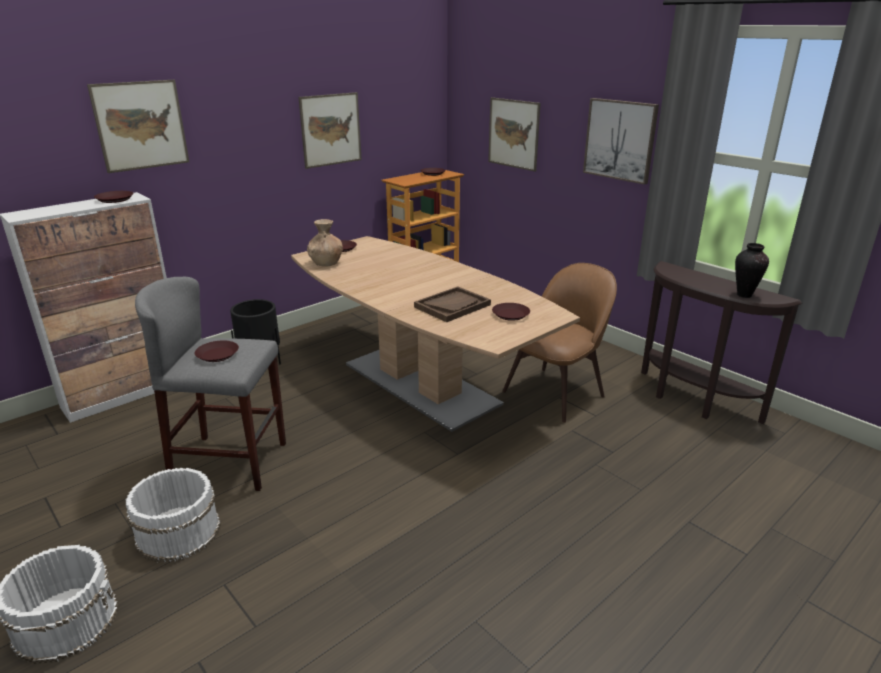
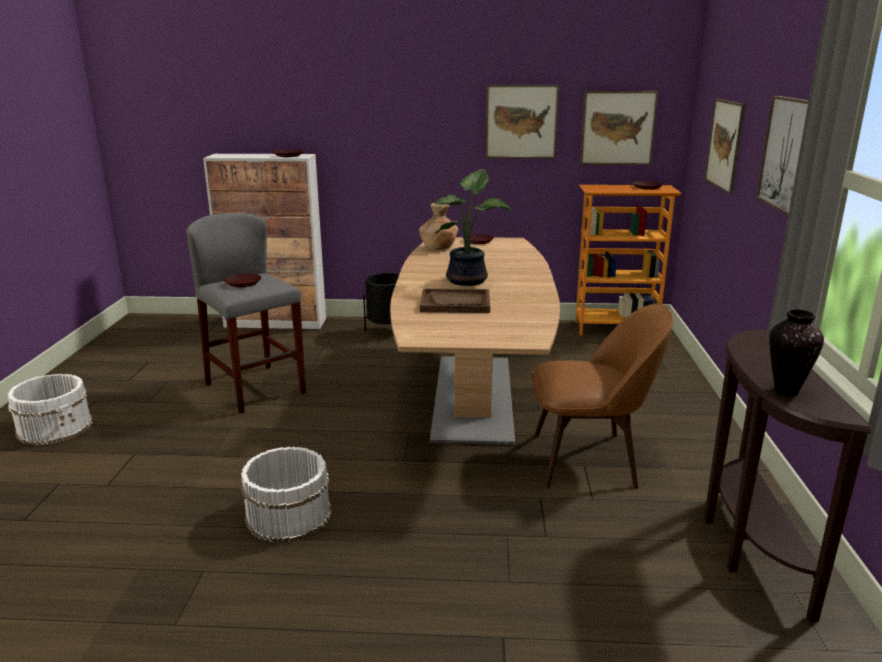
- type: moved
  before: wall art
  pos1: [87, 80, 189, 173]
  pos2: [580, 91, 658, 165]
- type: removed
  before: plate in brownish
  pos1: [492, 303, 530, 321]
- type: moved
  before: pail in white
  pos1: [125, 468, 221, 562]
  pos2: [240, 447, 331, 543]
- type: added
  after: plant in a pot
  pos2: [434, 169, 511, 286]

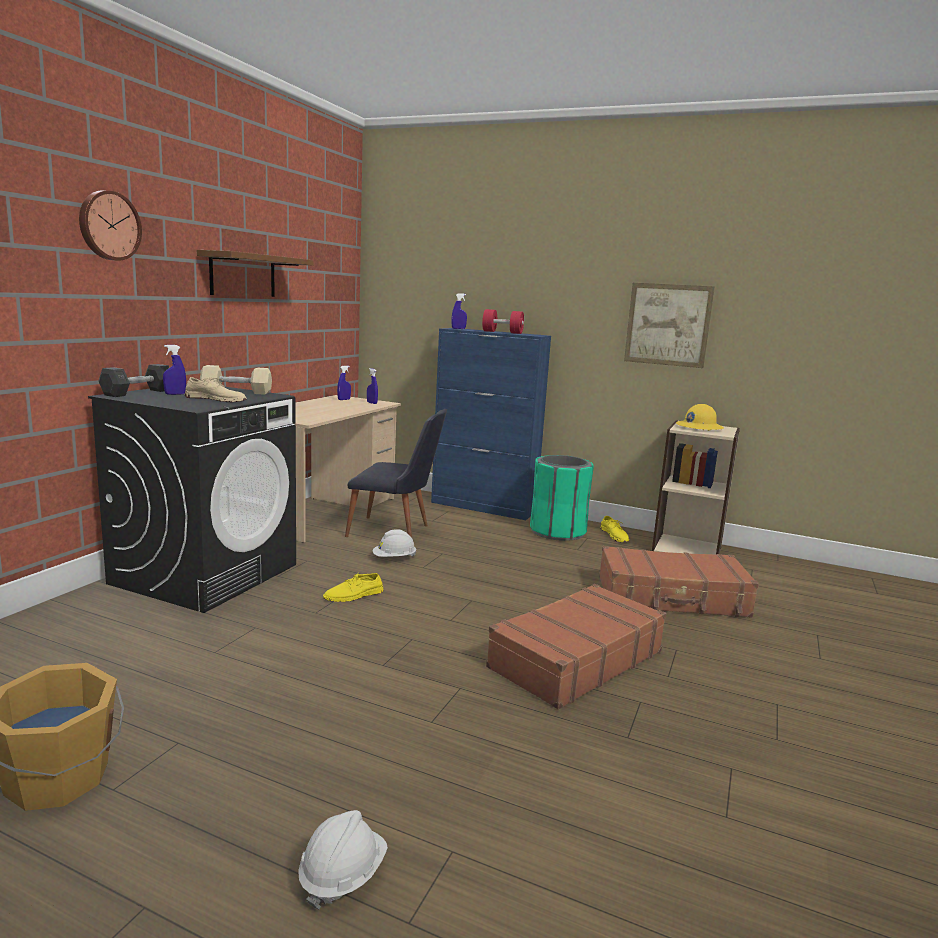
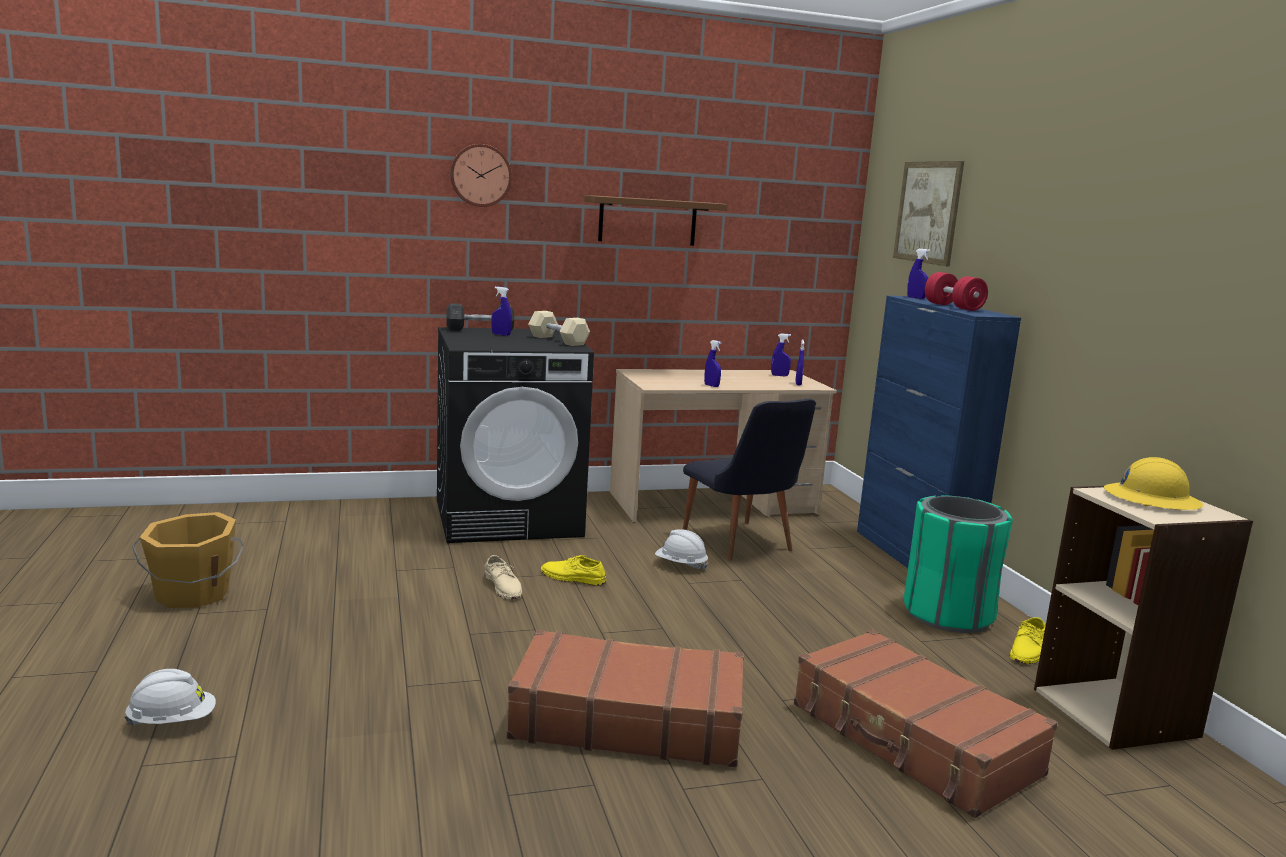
- type: moved
  before: wall art
  pos1: [624, 283, 715, 368]
  pos2: [893, 161, 964, 267]
- type: moved
  before: item of footwear in beige-coloured
  pos1: [185, 377, 247, 402]
  pos2: [484, 555, 522, 599]
- type: added
  after: sprayer in blue-coloured
  pos2: [704, 340, 722, 387]

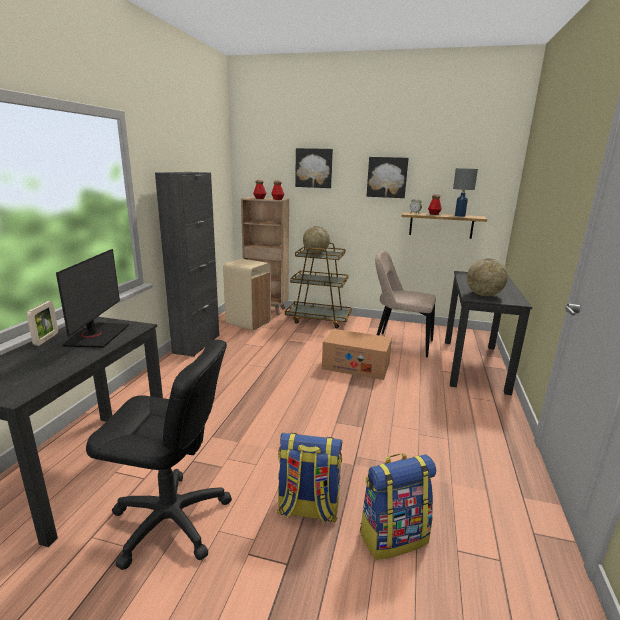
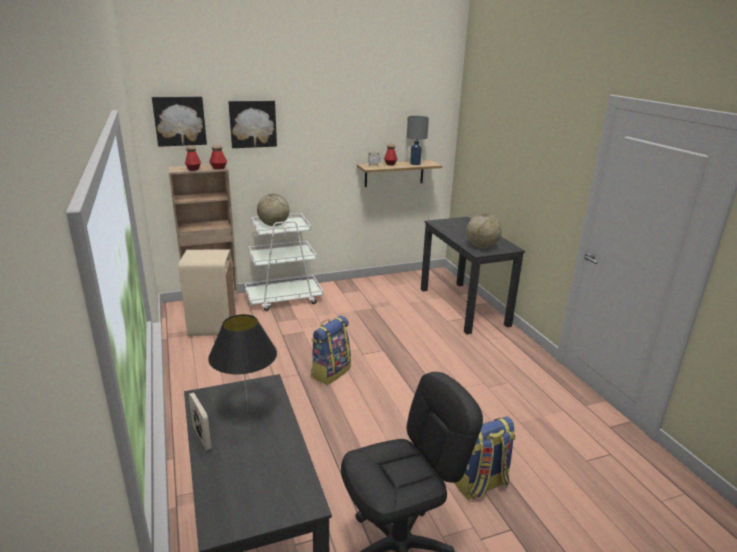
- type: moved
  before: wall art
  pos1: [367, 157, 409, 198]
  pos2: [152, 96, 207, 147]
- type: removed
  before: storage cabinet in blackish
  pos1: [155, 172, 219, 357]
- type: recoloured
  before: cart in brownish
  after: cart in white
  pos1: [285, 242, 352, 328]
  pos2: [245, 213, 323, 311]
- type: replaced
  before: computer screen
  after: lamp for a table in blackish
  pos1: [56, 249, 129, 348]
  pos2: [208, 314, 277, 412]
- type: removed
  before: plain chair in beige-coloured
  pos1: [375, 251, 436, 357]
- type: removed
  before: cardboard box
  pos1: [322, 329, 392, 380]
- type: moved
  before: rucksack
  pos1: [360, 453, 436, 560]
  pos2: [311, 316, 351, 385]

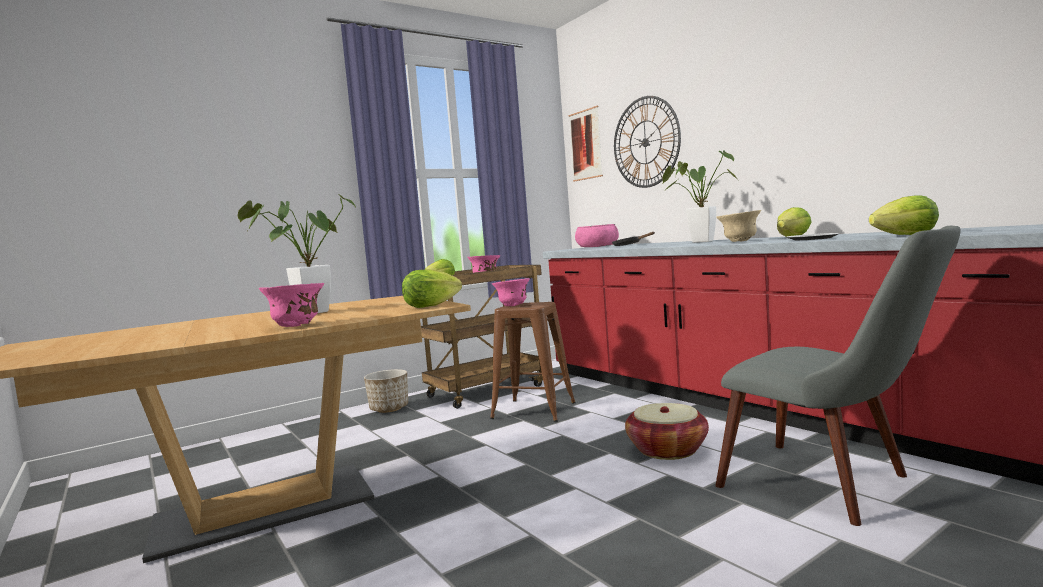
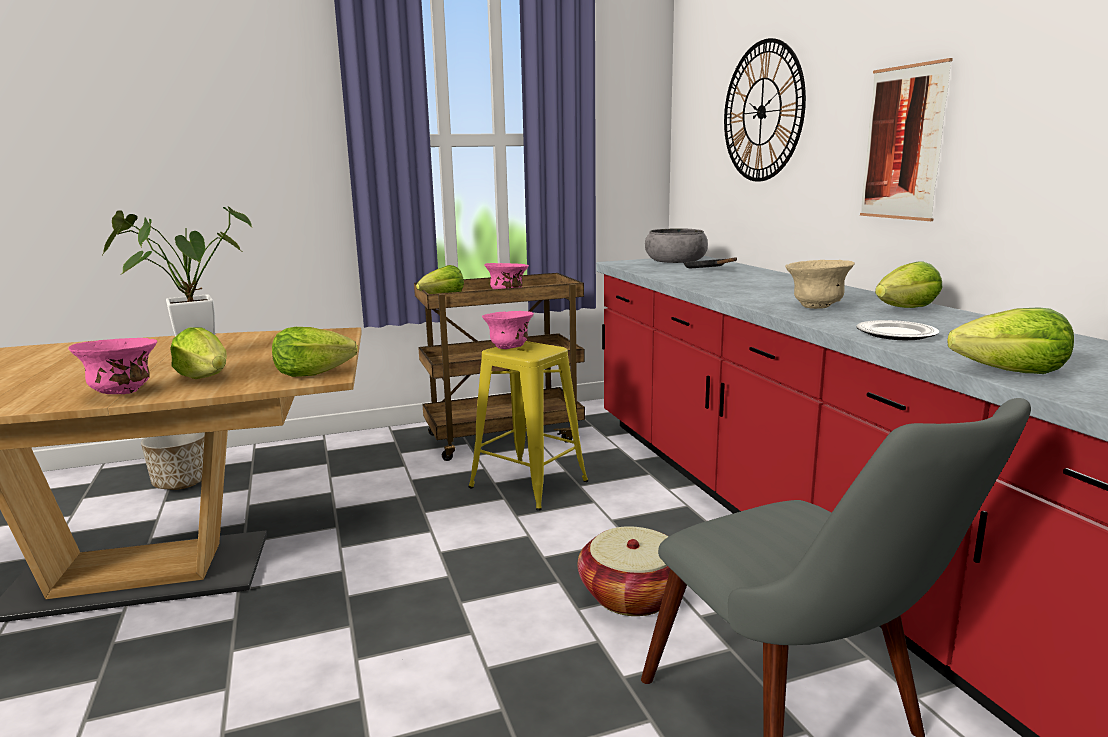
- type: moved
  before: wall art
  pos1: [568, 106, 603, 182]
  pos2: [860, 58, 953, 221]
- type: removed
  before: plant in a pot
  pos1: [663, 150, 737, 243]
- type: recoloured
  before: bowl in pinkish
  after: bowl in grey
  pos1: [575, 224, 619, 247]
  pos2: [645, 228, 708, 263]
- type: recoloured
  before: sitting stool in brownish
  after: sitting stool in yellow-coloured
  pos1: [490, 302, 576, 422]
  pos2: [468, 341, 588, 510]
- type: moved
  before: flower pot
  pos1: [364, 369, 408, 413]
  pos2: [141, 432, 205, 490]
- type: added
  after: lettuce head
  pos2: [170, 327, 227, 379]

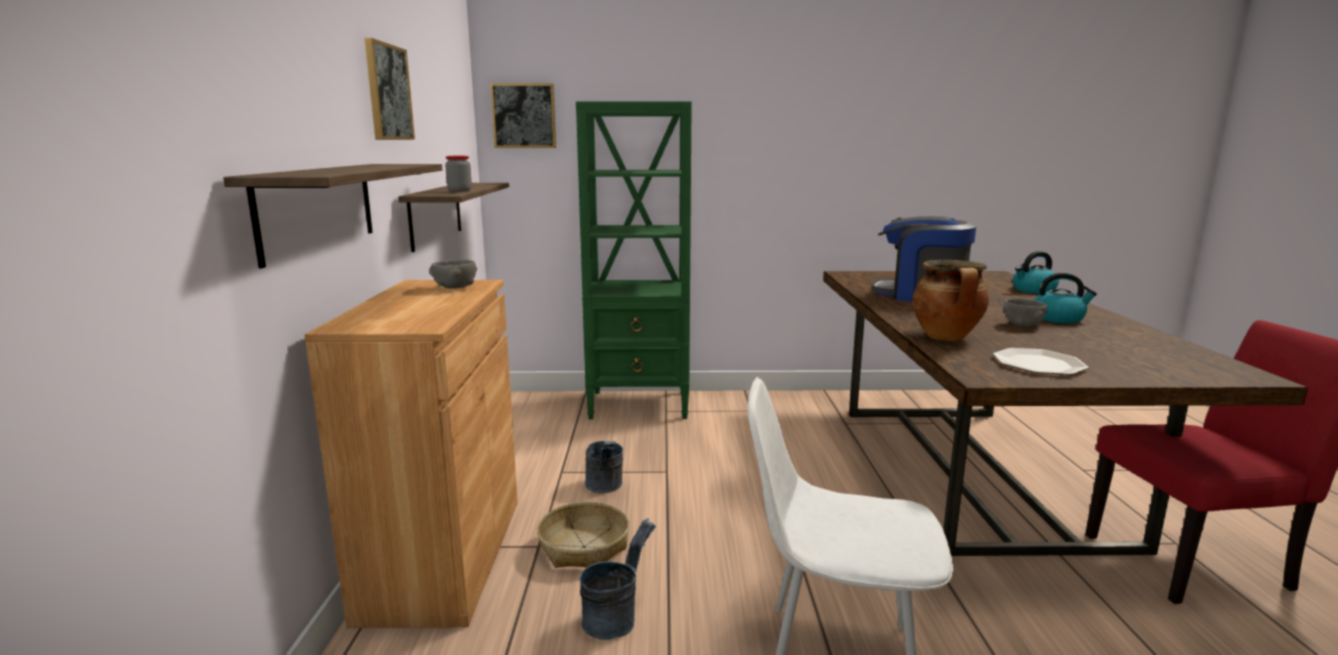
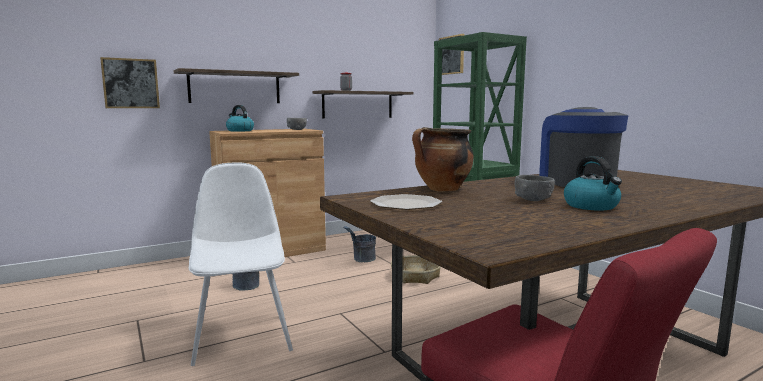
- type: moved
  before: wall art
  pos1: [365, 38, 415, 140]
  pos2: [100, 57, 160, 108]
- type: moved
  before: water kettle
  pos1: [1013, 251, 1059, 294]
  pos2: [226, 105, 254, 132]
- type: moved
  before: household basket
  pos1: [537, 502, 629, 568]
  pos2: [391, 255, 441, 284]

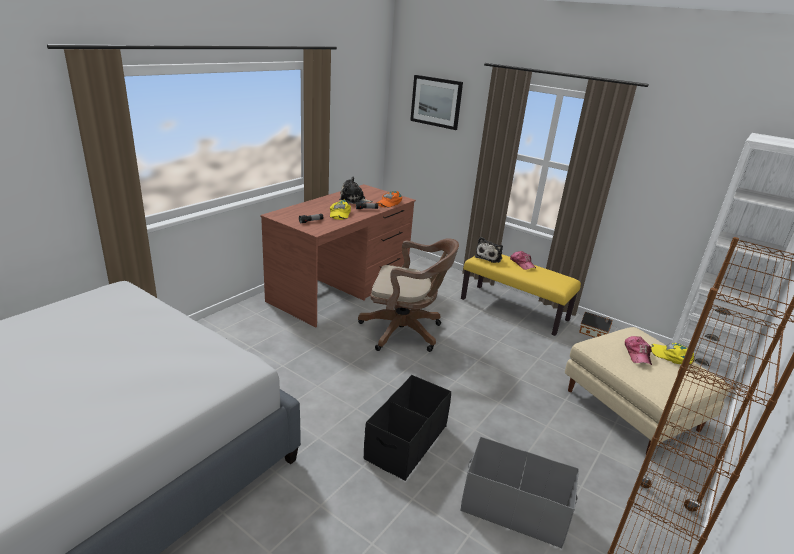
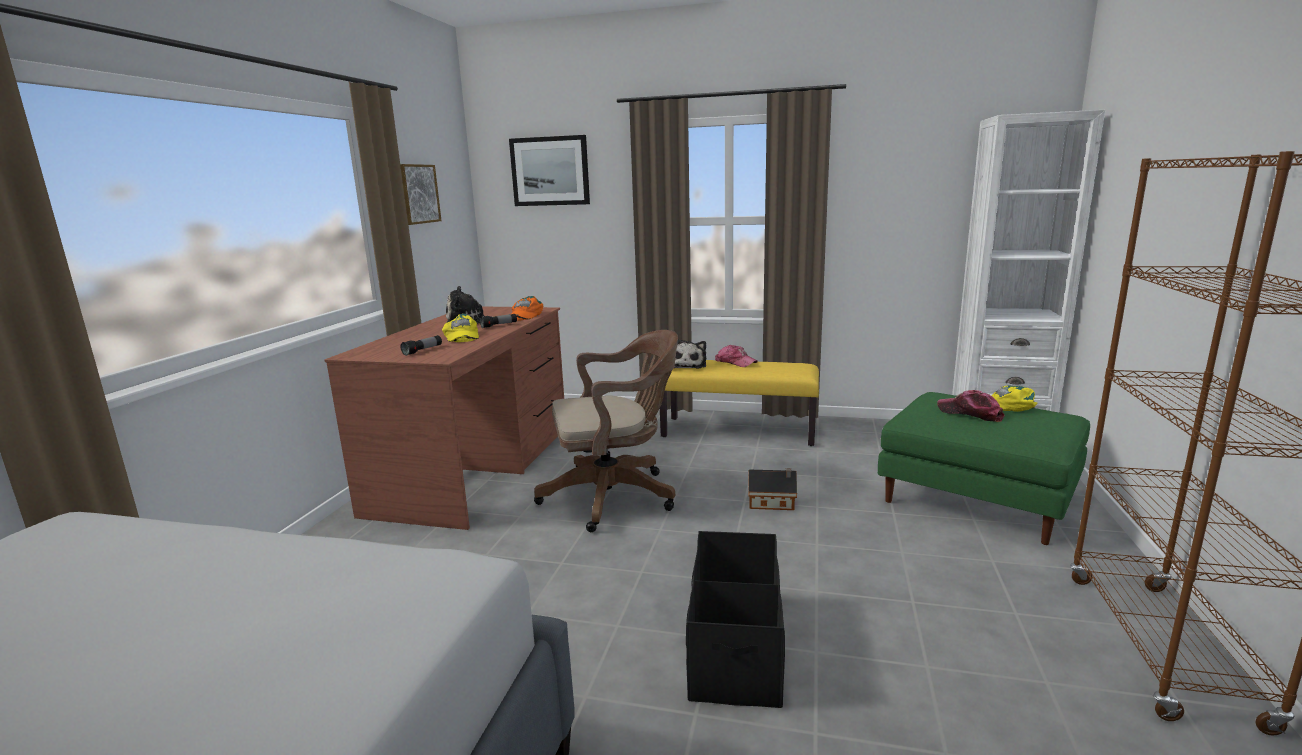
- type: moved
  before: miniature house
  pos1: [579, 312, 612, 338]
  pos2: [748, 468, 797, 510]
- type: recoloured
  before: ottoman in beige-coloured
  after: ottoman in green
  pos1: [565, 327, 730, 454]
  pos2: [878, 392, 1090, 545]
- type: turned
  before: peaked cap
  pos1: [625, 336, 652, 365]
  pos2: [937, 390, 1005, 422]
  turn: 150
- type: removed
  before: storage container in grey
  pos1: [460, 436, 579, 549]
- type: added
  after: wall art
  pos2: [400, 164, 442, 225]

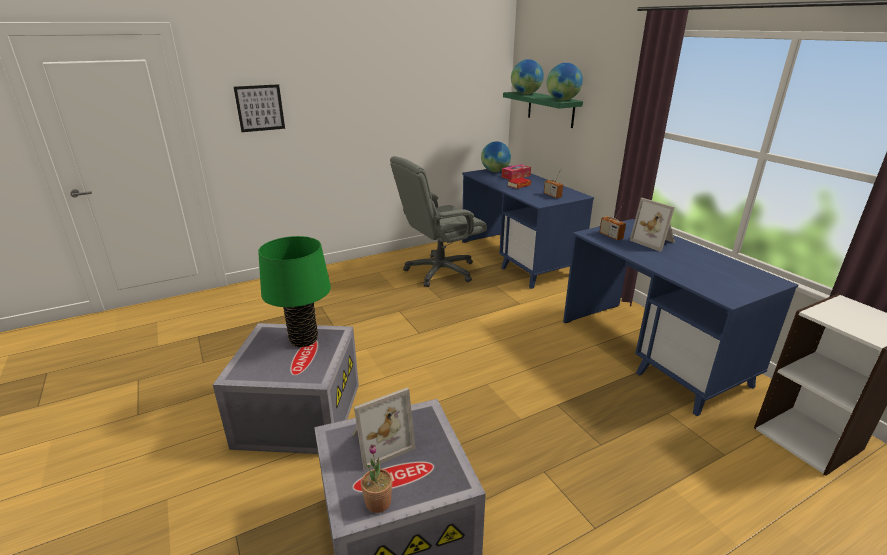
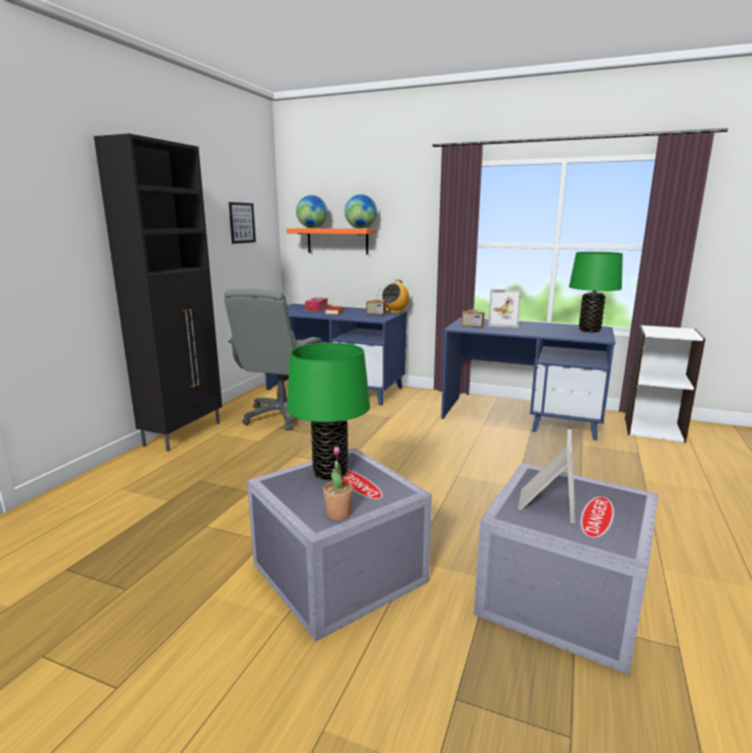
- type: moved
  before: wall art
  pos1: [234, 84, 285, 132]
  pos2: [229, 202, 256, 244]
- type: recoloured
  before: wall shelf in green
  after: wall shelf in orangey
  pos1: [503, 91, 583, 128]
  pos2: [286, 228, 377, 255]
- type: removed
  before: world globe
  pos1: [481, 141, 511, 172]
- type: moved
  before: plant in a pot
  pos1: [361, 445, 392, 513]
  pos2: [323, 446, 353, 520]
- type: added
  after: storage cabinet in blackish
  pos2: [94, 133, 222, 452]
- type: added
  after: lamp for a table in green
  pos2: [569, 252, 623, 332]
- type: added
  after: radio set
  pos2: [382, 280, 409, 313]

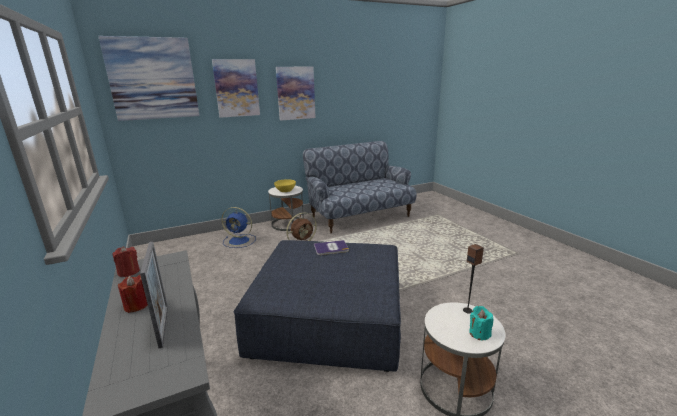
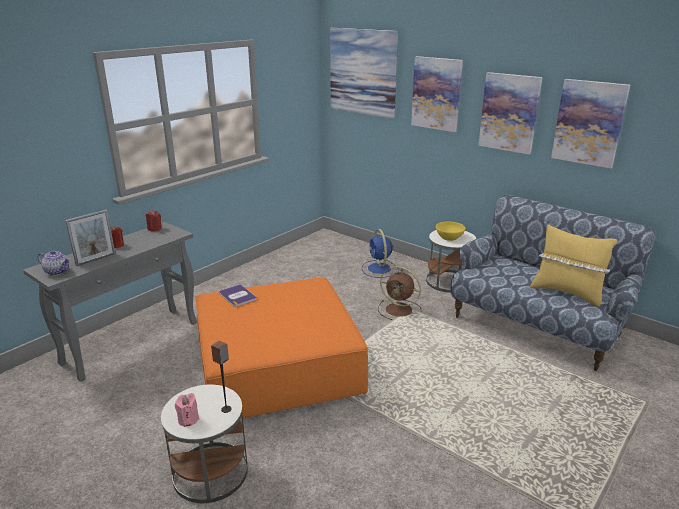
- type: recoloured
  before: ottoman in blue-coloured
  after: ottoman in orangey
  pos1: [234, 240, 401, 372]
  pos2: [195, 277, 368, 419]
- type: moved
  before: bound book
  pos1: [314, 240, 349, 255]
  pos2: [219, 284, 257, 307]
- type: recoloured
  before: wax light in turquoise
  after: wax light in pinkish
  pos1: [469, 306, 494, 340]
  pos2: [175, 393, 199, 427]
- type: added
  after: wall art
  pos2: [551, 79, 630, 168]
- type: added
  after: pillow in yellow-coloured
  pos2: [530, 224, 617, 307]
- type: added
  after: pot for tea
  pos2: [38, 250, 70, 276]

